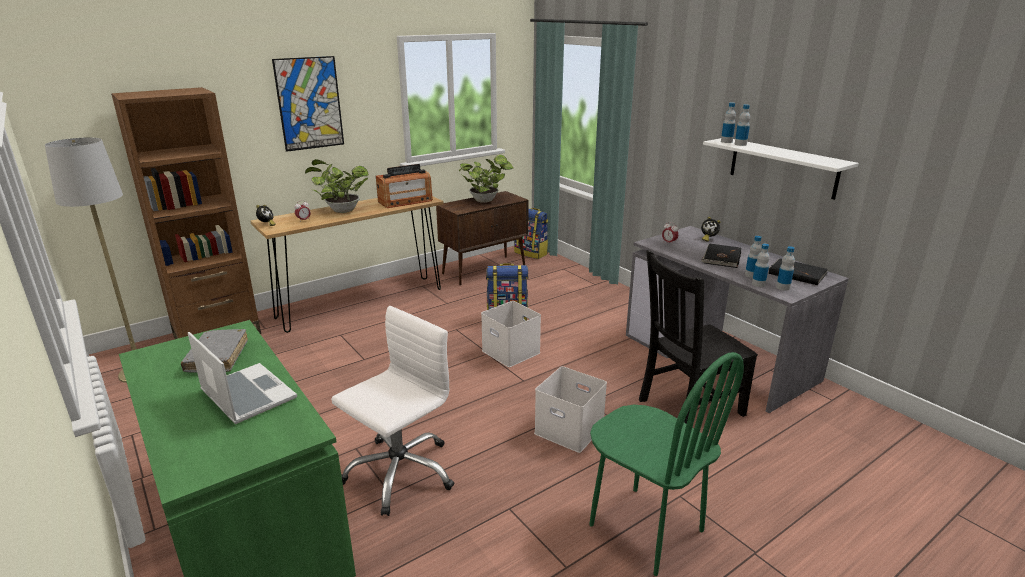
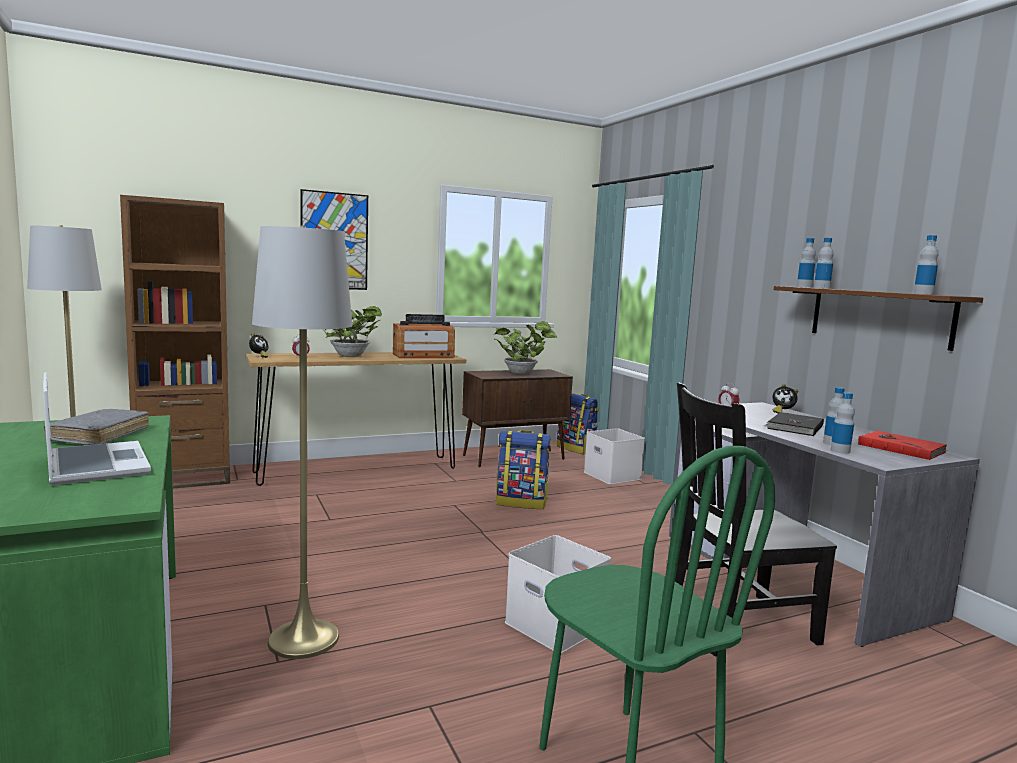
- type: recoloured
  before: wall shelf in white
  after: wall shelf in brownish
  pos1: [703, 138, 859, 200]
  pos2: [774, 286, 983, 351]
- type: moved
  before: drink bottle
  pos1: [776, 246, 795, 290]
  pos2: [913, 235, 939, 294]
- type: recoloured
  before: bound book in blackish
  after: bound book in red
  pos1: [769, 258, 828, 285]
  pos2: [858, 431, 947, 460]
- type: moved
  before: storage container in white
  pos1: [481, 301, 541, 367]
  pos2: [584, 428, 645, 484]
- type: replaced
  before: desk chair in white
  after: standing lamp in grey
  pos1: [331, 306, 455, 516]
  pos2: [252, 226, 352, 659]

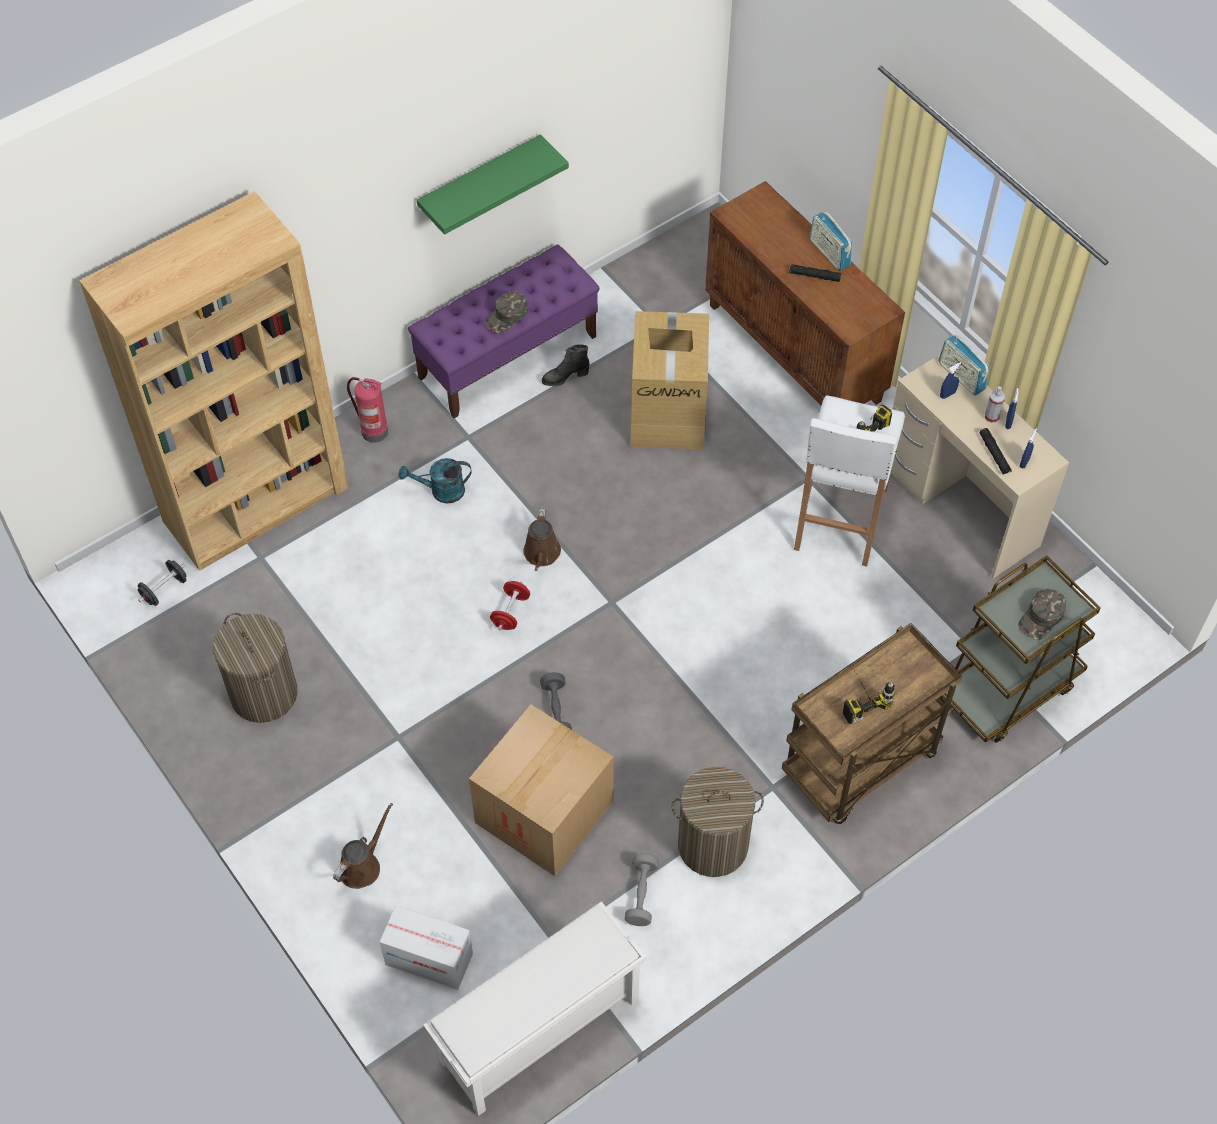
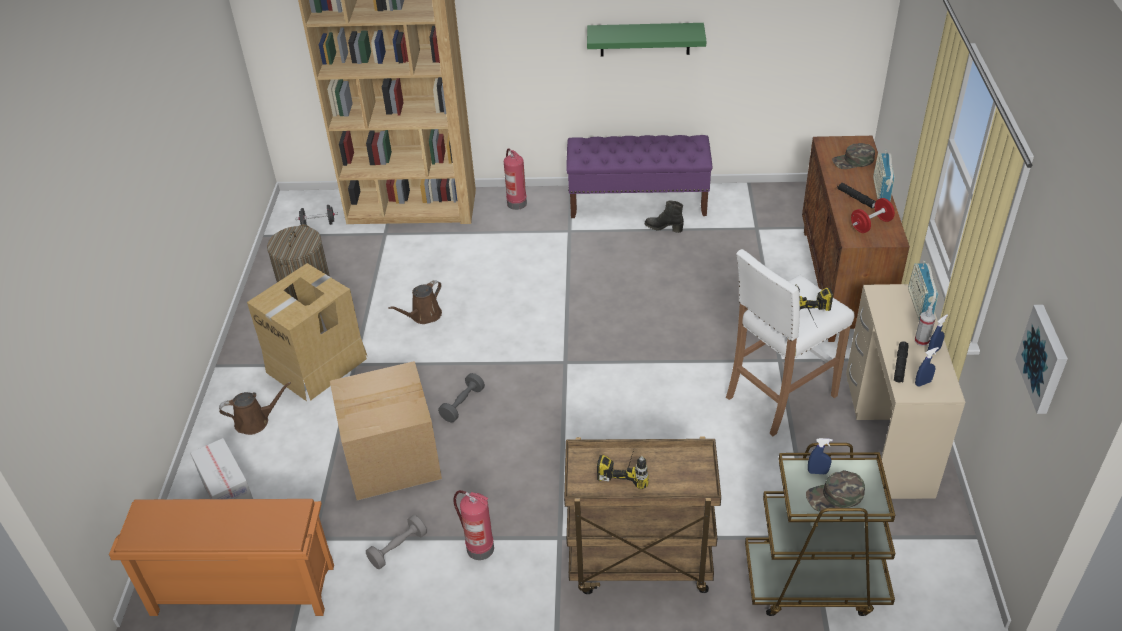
- type: moved
  before: peaked cap in green
  pos1: [485, 291, 528, 334]
  pos2: [832, 143, 875, 169]
- type: moved
  before: cardboard box
  pos1: [629, 311, 709, 449]
  pos2: [247, 263, 367, 401]
- type: moved
  before: sprayer in blue-coloured
  pos1: [940, 362, 961, 399]
  pos2: [808, 438, 833, 474]
- type: removed
  before: watering can in turquoise
  pos1: [399, 458, 472, 504]
- type: moved
  before: watering can in brownish
  pos1: [523, 509, 561, 571]
  pos2: [388, 280, 442, 324]
- type: moved
  before: free weight in red
  pos1: [490, 581, 530, 630]
  pos2: [851, 198, 895, 233]
- type: replaced
  before: laundry basket
  after: extinguisher
  pos1: [672, 767, 764, 877]
  pos2: [453, 490, 494, 560]
- type: recoloured
  before: shoe stand in white
  after: shoe stand in orangey
  pos1: [423, 901, 647, 1116]
  pos2: [109, 499, 334, 616]
- type: added
  after: wall art
  pos2: [1015, 305, 1068, 414]

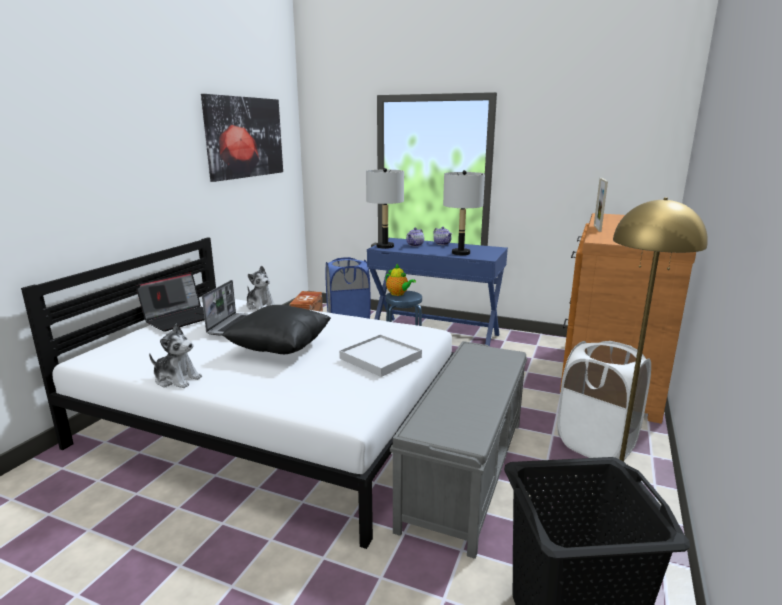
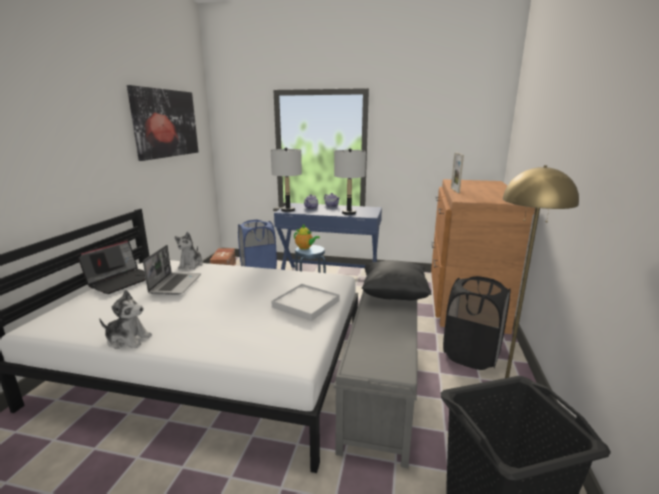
- type: turned
  before: plush toy
  pos1: [246, 266, 275, 310]
  pos2: [175, 232, 203, 270]
  turn: 60
- type: moved
  before: pillow in blackish
  pos1: [221, 305, 331, 354]
  pos2: [362, 260, 432, 300]
- type: recoloured
  before: laundry basket in white
  after: laundry basket in blackish
  pos1: [557, 341, 651, 460]
  pos2: [443, 276, 511, 370]

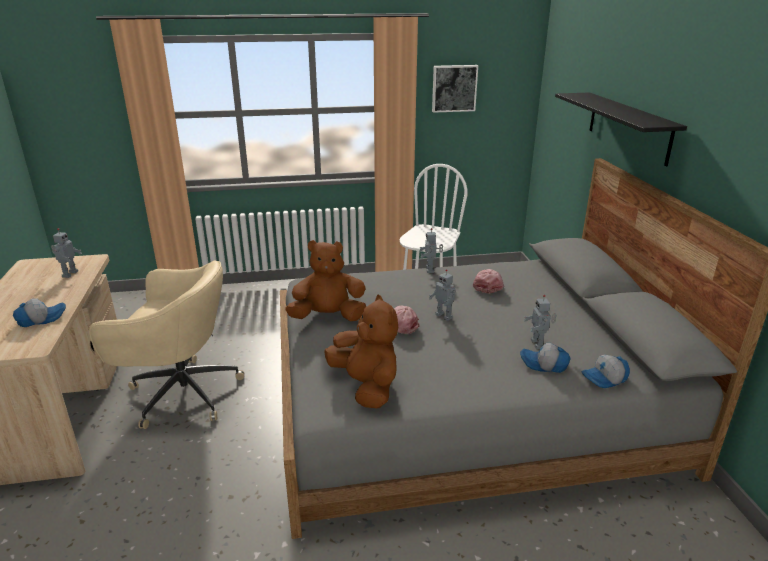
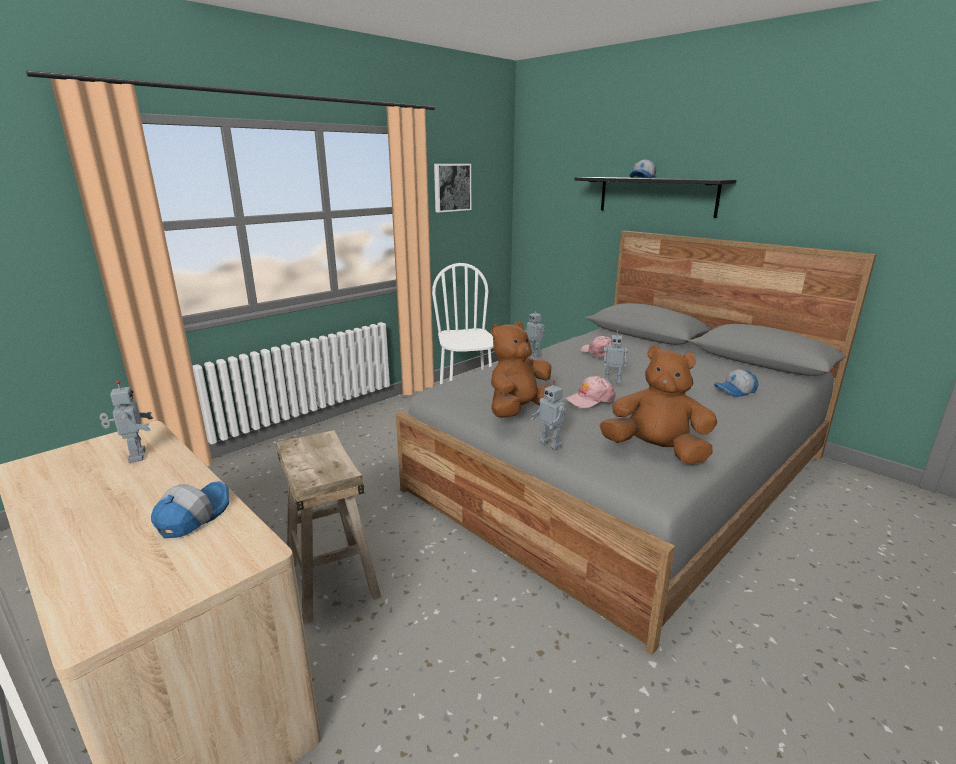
- type: replaced
  before: desk chair in beige-coloured
  after: sitting stool in beige-coloured
  pos1: [89, 261, 244, 429]
  pos2: [277, 430, 381, 624]
- type: moved
  before: robot figure
  pos1: [524, 295, 557, 349]
  pos2: [531, 380, 566, 449]
- type: moved
  before: peaked cap
  pos1: [582, 355, 630, 388]
  pos2: [629, 159, 656, 178]

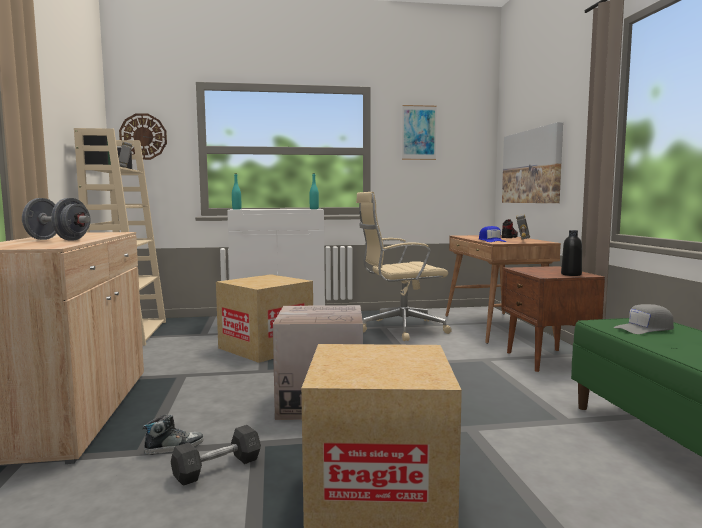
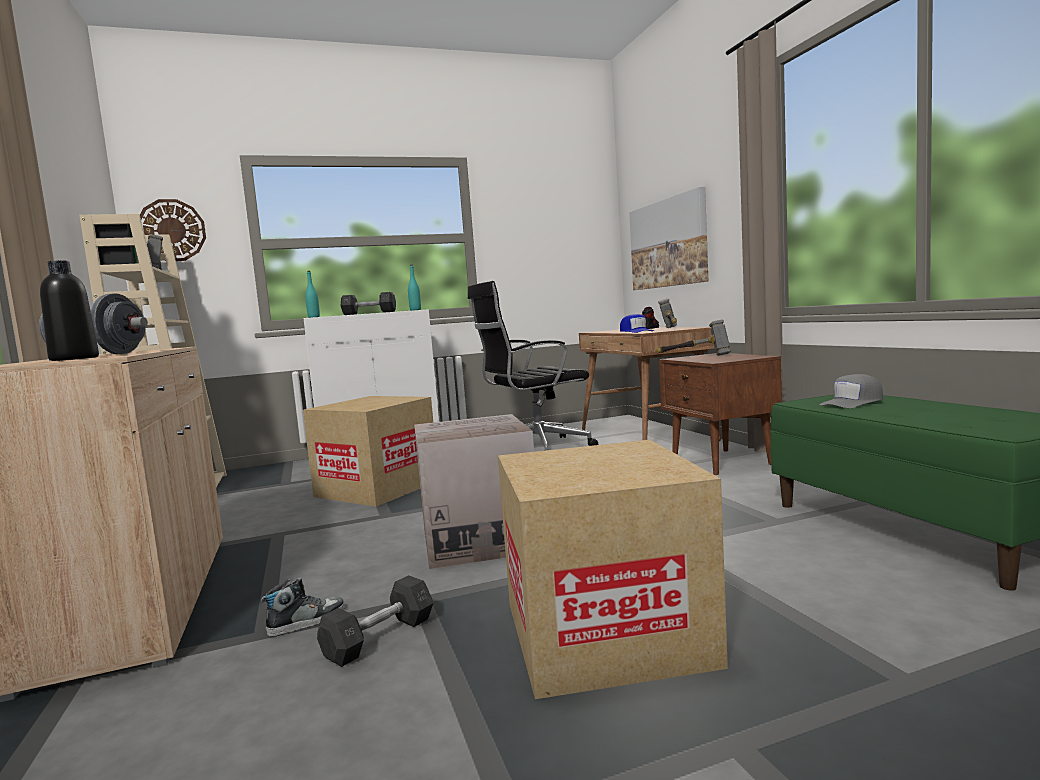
- type: removed
  before: wall art
  pos1: [402, 105, 437, 160]
- type: recoloured
  before: desk chair in beige-coloured
  after: desk chair in blackish
  pos1: [356, 192, 452, 341]
  pos2: [468, 281, 598, 450]
- type: moved
  before: drink bottle in blackish
  pos1: [561, 230, 582, 276]
  pos2: [40, 260, 99, 361]
- type: added
  after: free weight in grey
  pos2: [341, 292, 396, 315]
- type: added
  after: hand hammer
  pos2: [656, 320, 731, 356]

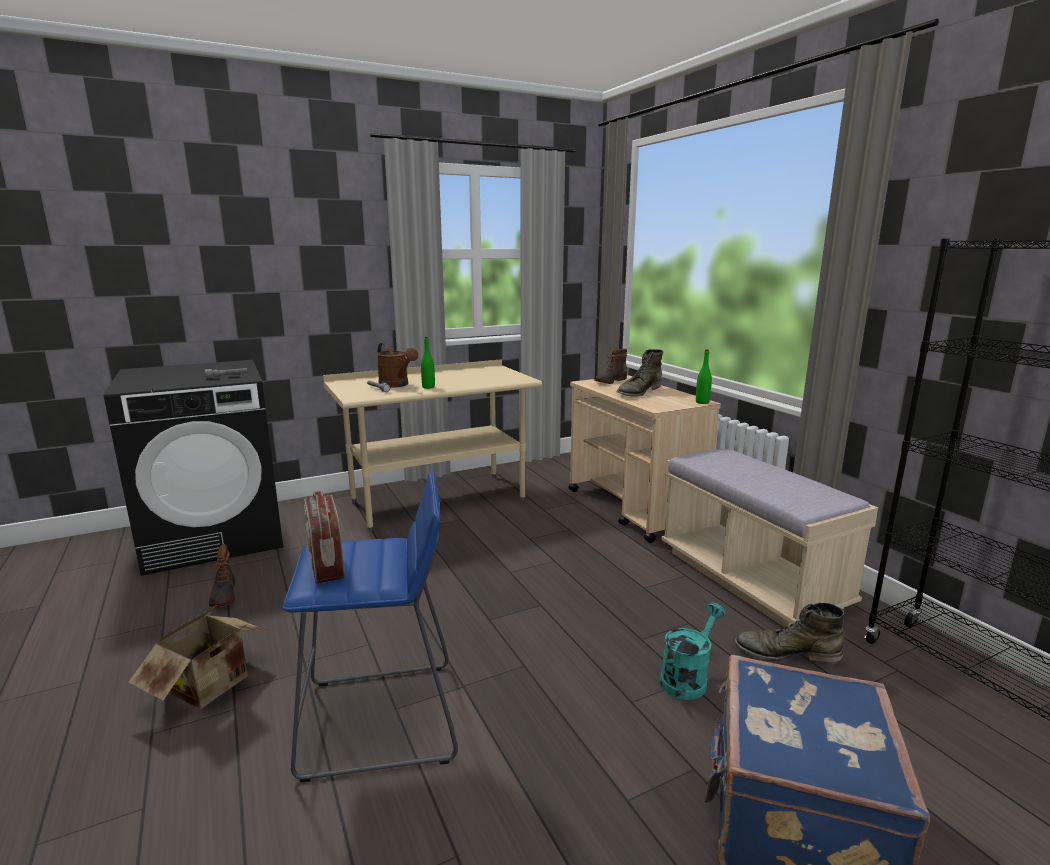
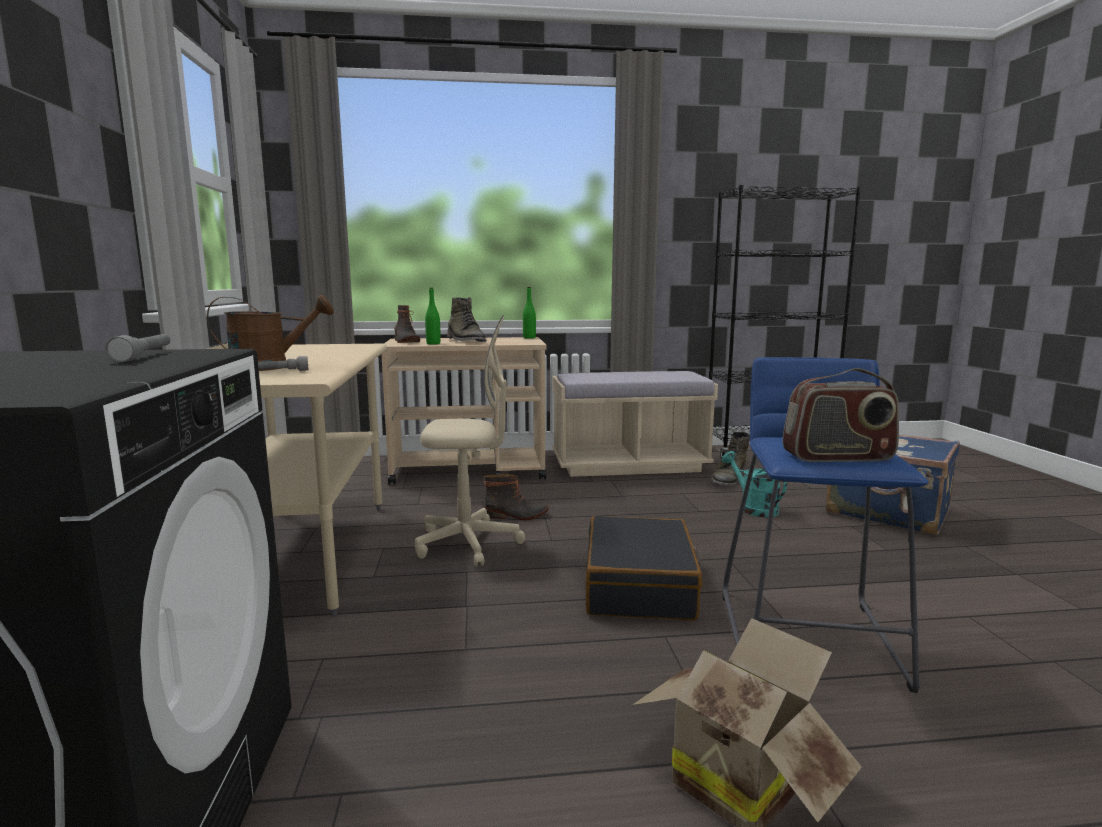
- type: moved
  before: drink bottle in green
  pos1: [421, 337, 435, 389]
  pos2: [425, 288, 441, 345]
- type: moved
  before: boot
  pos1: [208, 544, 235, 607]
  pos2: [484, 474, 549, 520]
- type: added
  after: desk chair in beige-coloured
  pos2: [415, 315, 525, 567]
- type: added
  after: piece of luggage in blackish
  pos2: [585, 516, 702, 621]

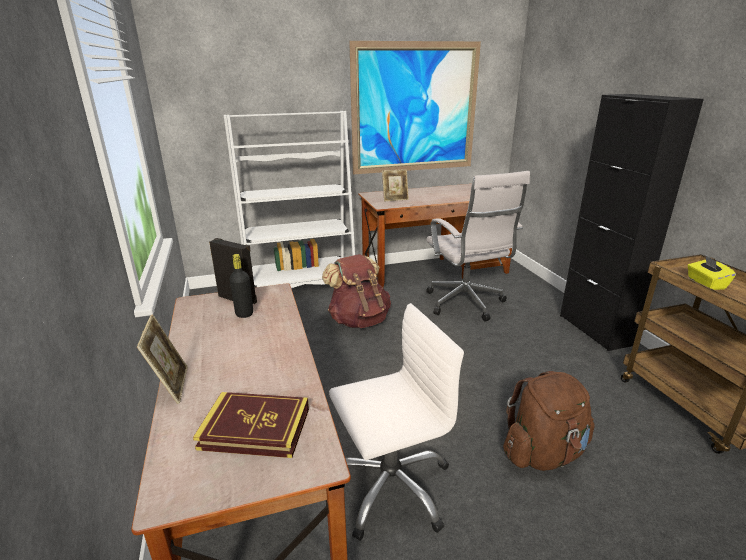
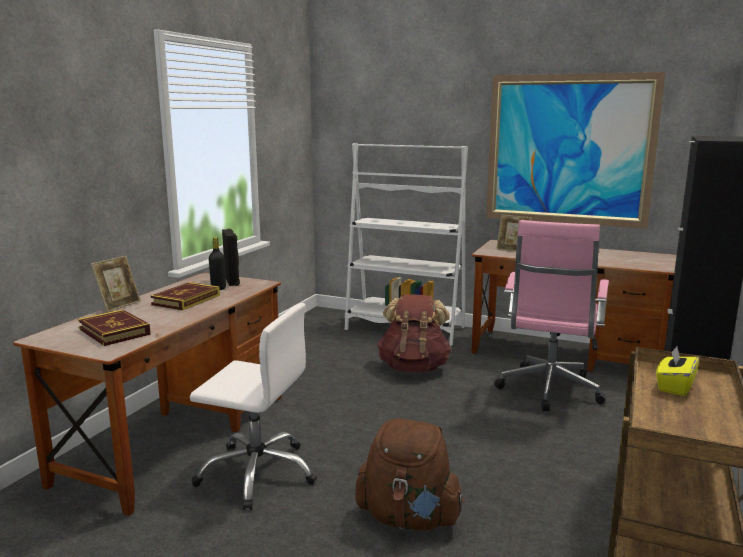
- type: recoloured
  before: desk chair in white
  after: desk chair in pinkish
  pos1: [426, 171, 530, 321]
  pos2: [494, 220, 609, 411]
- type: added
  after: bound book
  pos2: [150, 282, 220, 311]

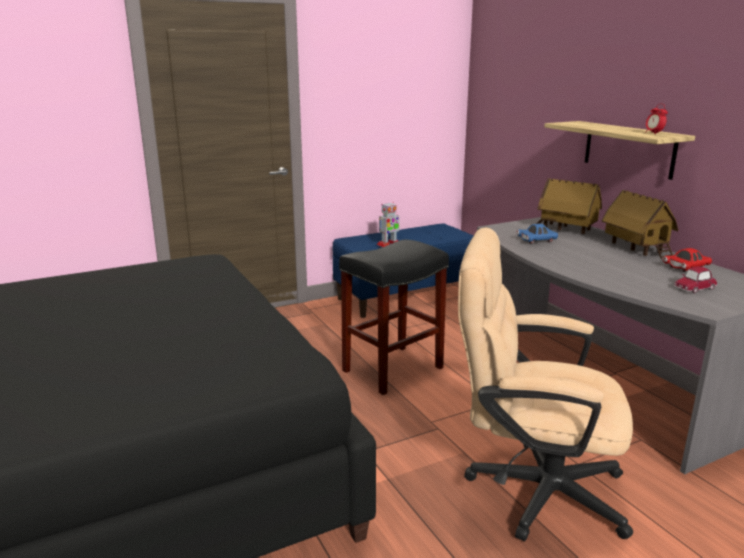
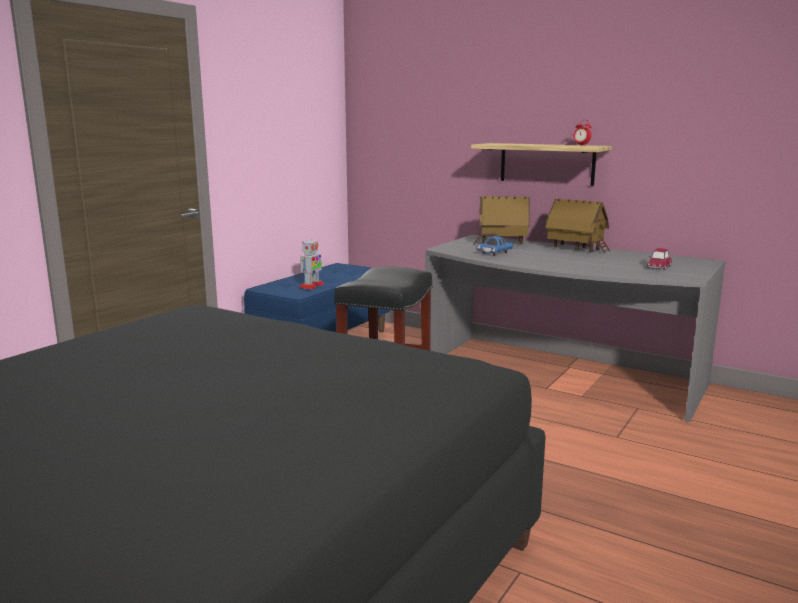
- type: removed
  before: desk chair in beige-coloured
  pos1: [458, 228, 633, 541]
- type: removed
  before: miniature car in red
  pos1: [663, 248, 712, 272]

